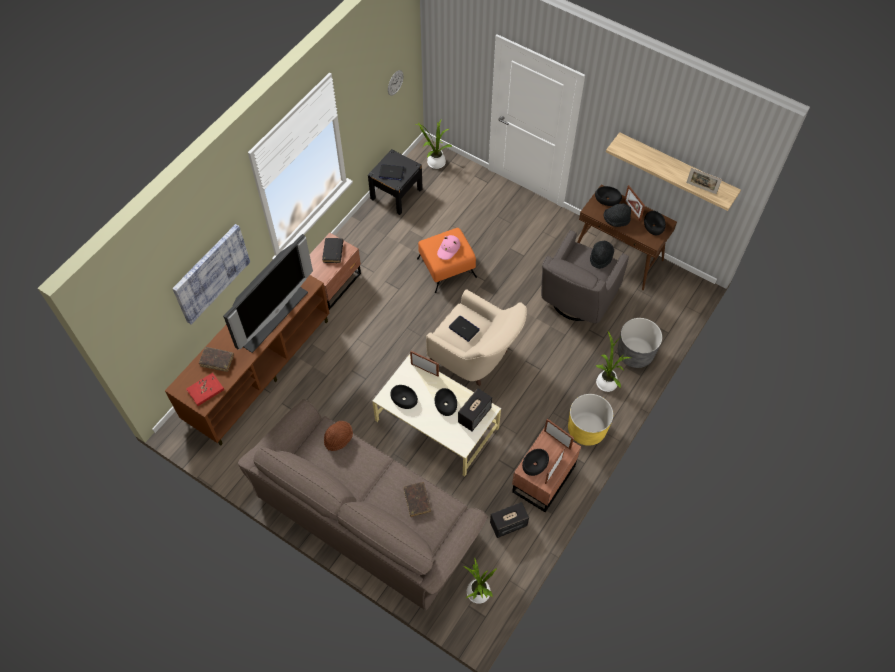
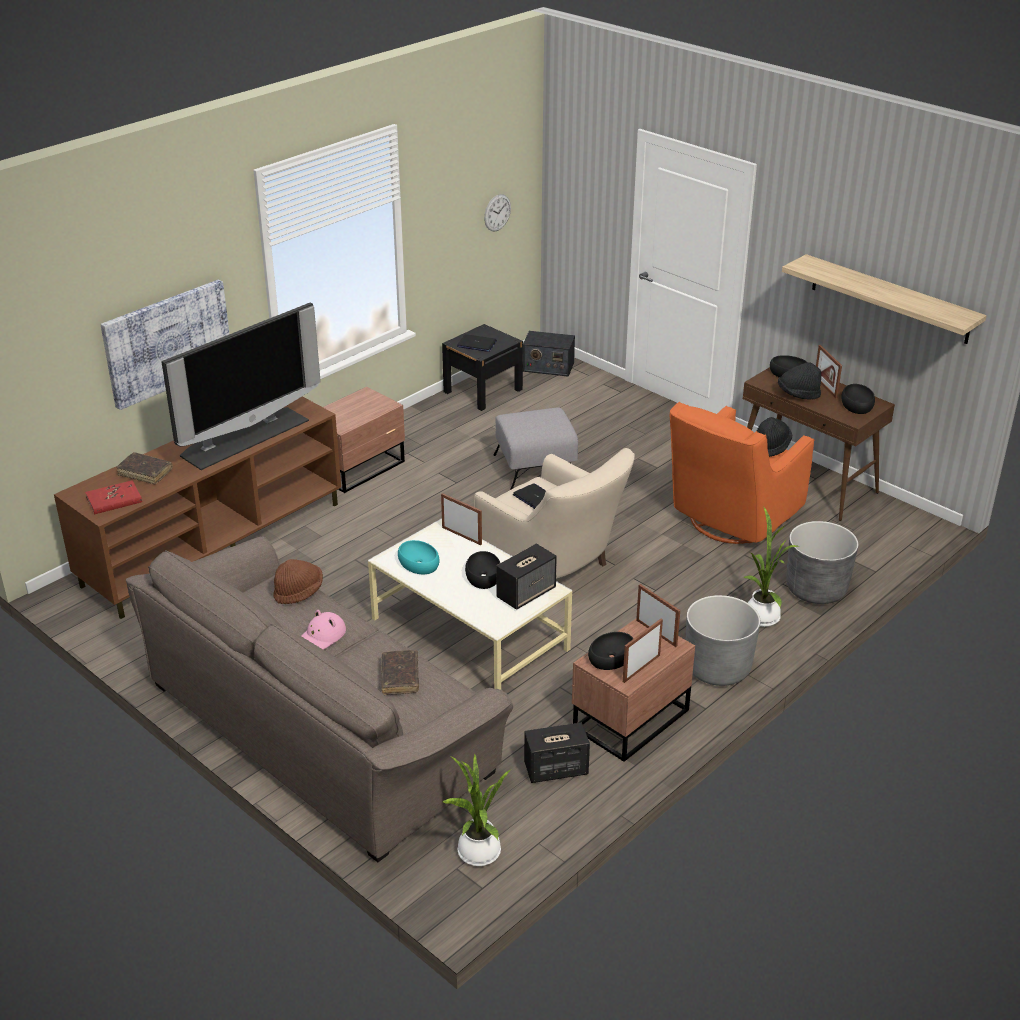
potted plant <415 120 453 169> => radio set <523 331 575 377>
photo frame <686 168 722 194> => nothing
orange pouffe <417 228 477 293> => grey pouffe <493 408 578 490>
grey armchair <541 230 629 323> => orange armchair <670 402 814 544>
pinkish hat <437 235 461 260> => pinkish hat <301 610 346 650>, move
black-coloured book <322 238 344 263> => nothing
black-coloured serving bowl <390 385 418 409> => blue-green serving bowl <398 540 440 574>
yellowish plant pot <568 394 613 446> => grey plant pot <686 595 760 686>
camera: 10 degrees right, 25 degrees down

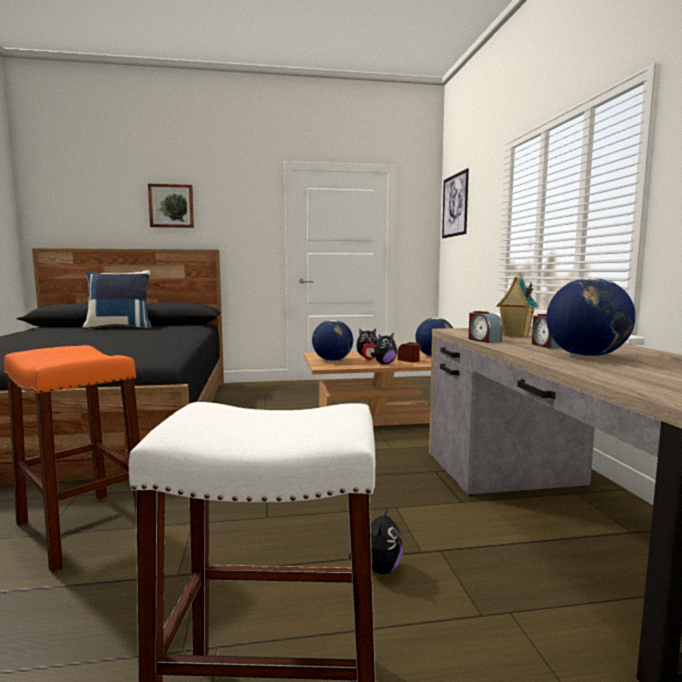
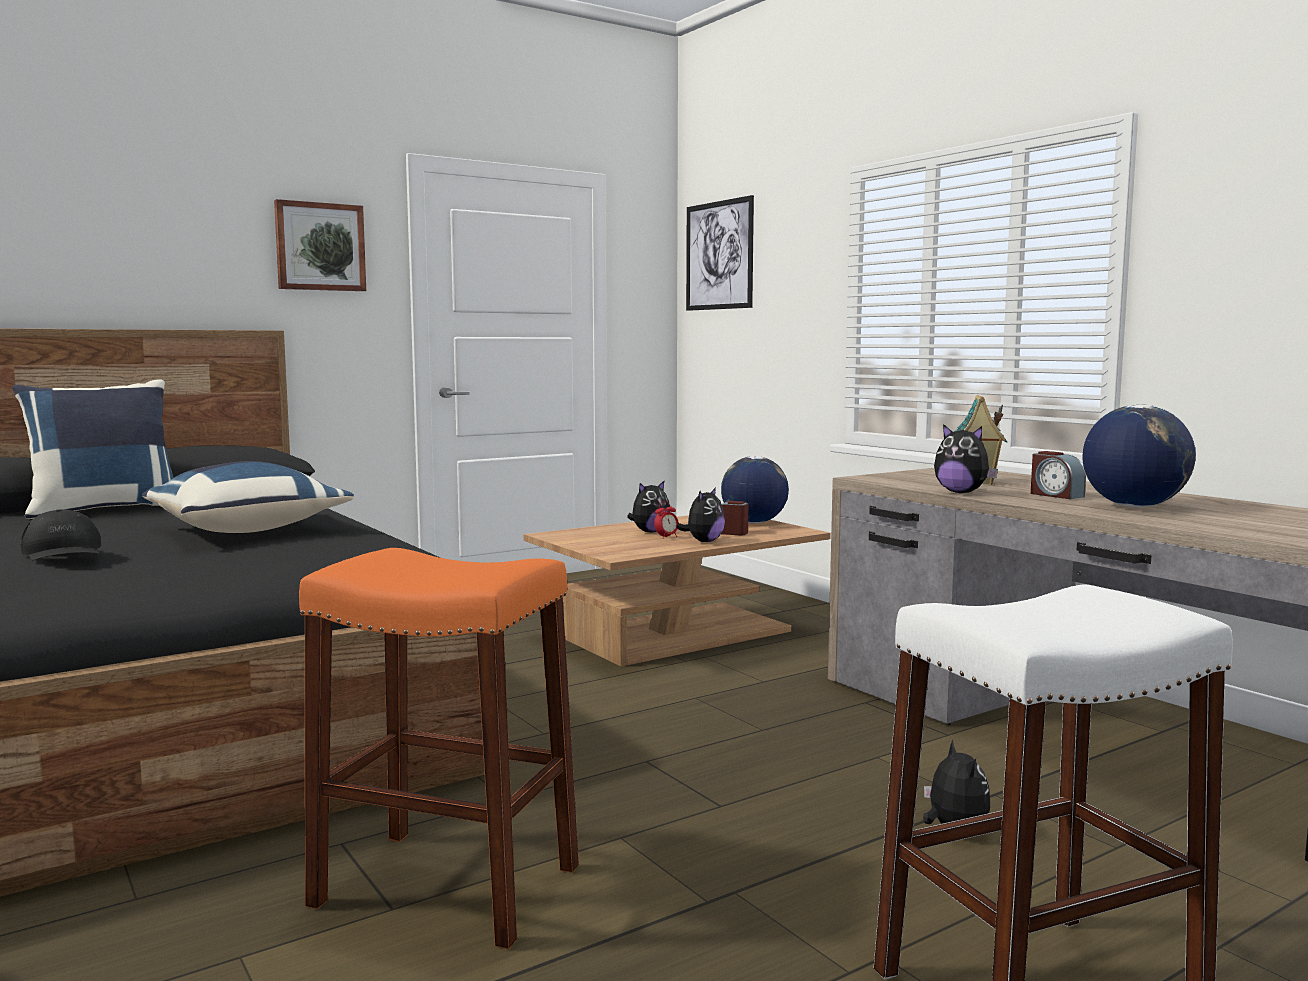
picture <148 184 194 228> => picture <274 199 366 291>, move
alarm clock <468 311 502 343> => plush toy <934 424 998 493>
world globe <312 320 353 361> => nothing
nothing => blue throw pillow <142 461 354 533>
nothing => black-coloured cap <20 509 101 560>
camera: 25 degrees left, 0 degrees up

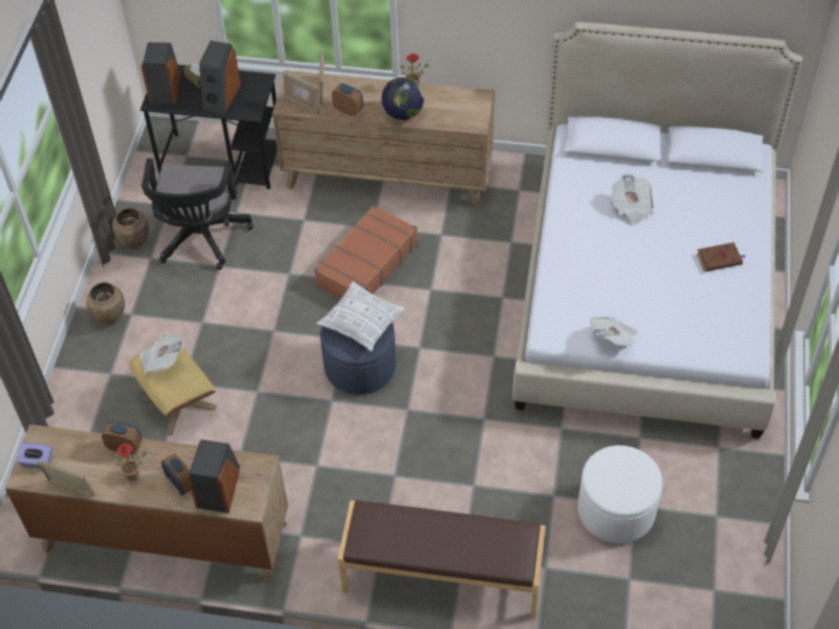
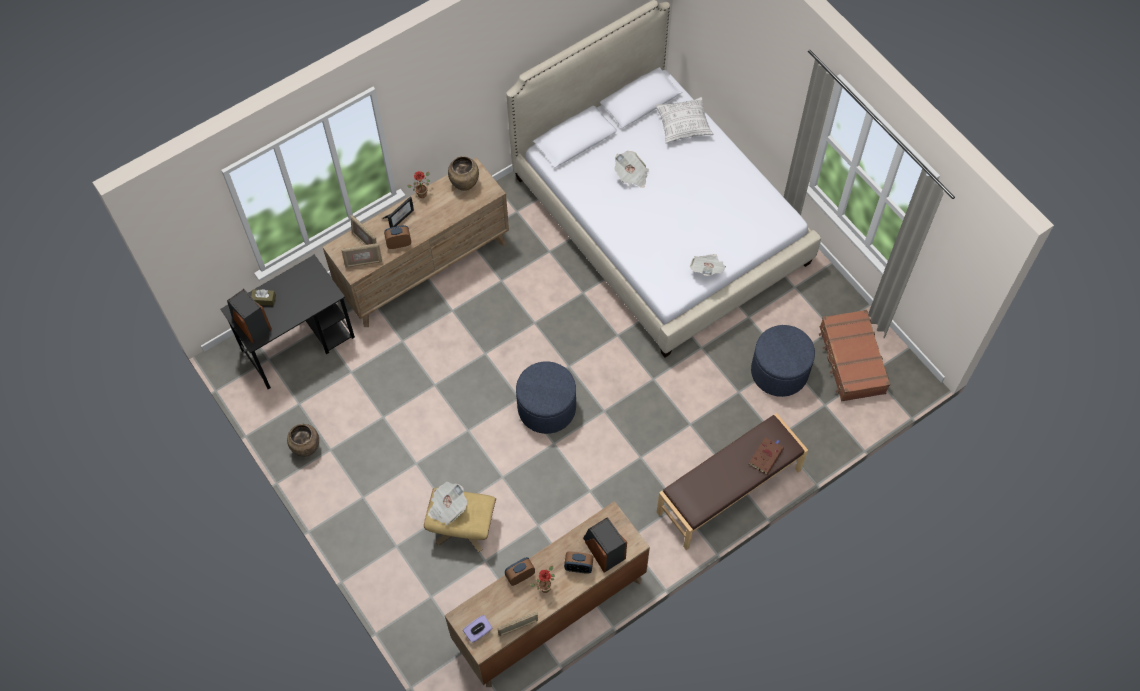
loudspeaker <199 41 241 114> => nothing
world globe <382 77 424 120> => nothing
black-coloured computer chair <141 158 253 270> => nothing
brown travel case <314 205 418 299> => brown travel case <819 309 890 401>, move
brown book <697 242 745 272> => brown book <749 437 784 475>, move
throw pillow <317 281 405 352> => throw pillow <655 97 714 144>, move
brown vase <86 282 125 325> => brown vase <448 156 479 191>, move
white-coloured pouffe <578 445 663 544> => blue pouffe <751 325 815 397>
nothing => photo frame <383 197 414 228>
camera: 45 degrees left, 10 degrees up

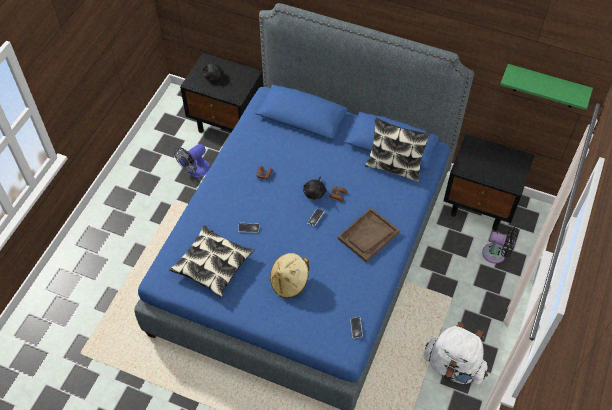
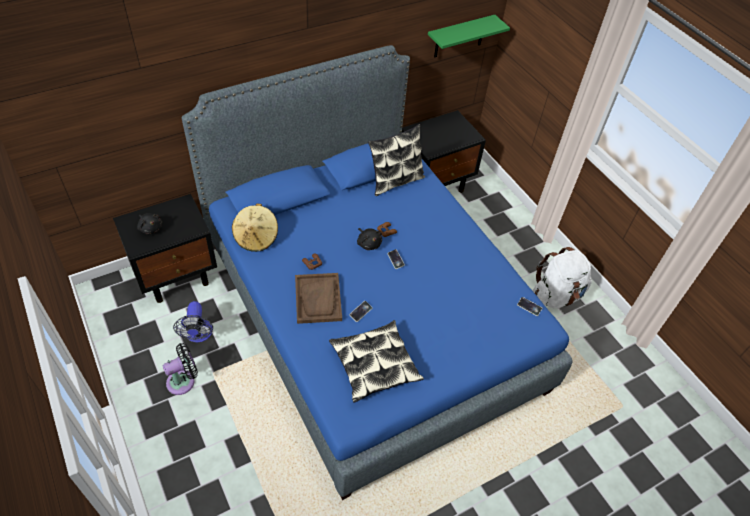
brown serving tray <338 208 400 262> => brown serving tray <295 273 342 324>, move
black-coloured fan <482 227 518 263> => black-coloured fan <163 343 198 395>, move
sand-coloured hat <270 253 309 298> => sand-coloured hat <232 203 278 252>, move
camera: 55 degrees left, 5 degrees down

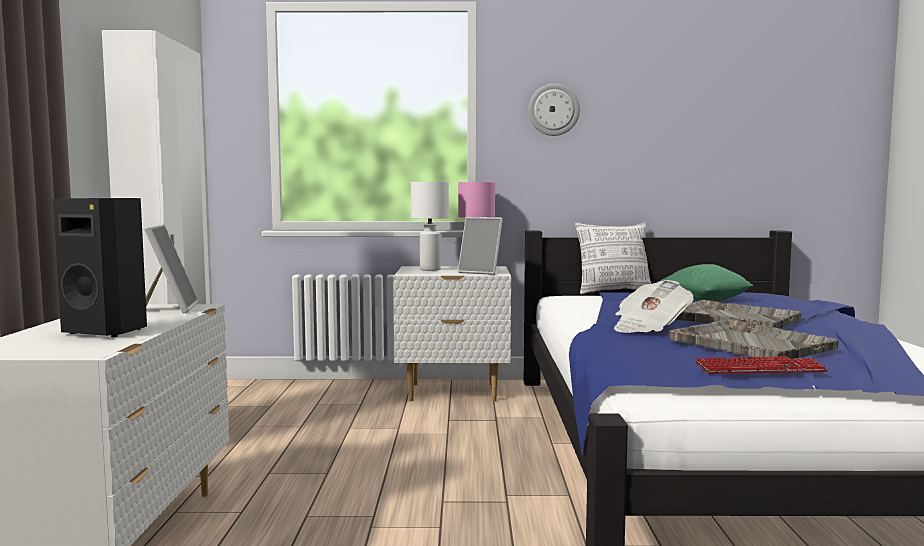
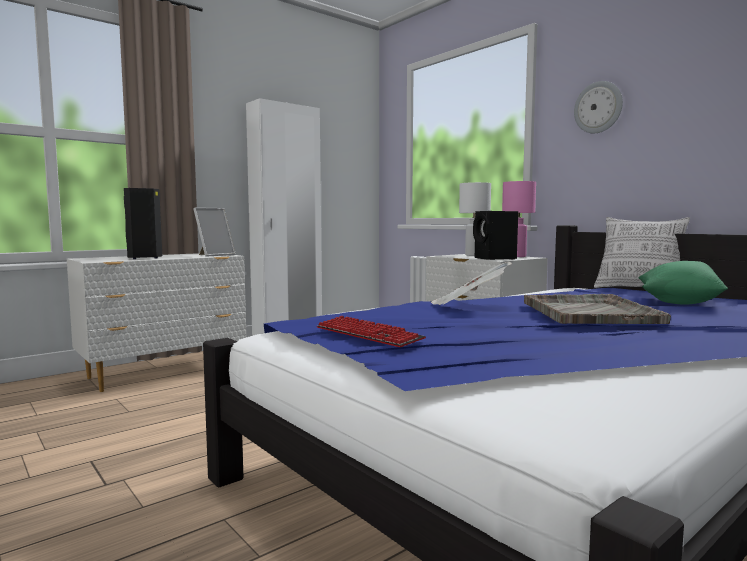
photo frame <458 217 503 275> => black-coloured loudspeaker <473 211 518 260>
grey serving tray <669 319 839 359> => nothing
camera: 50 degrees right, 0 degrees up

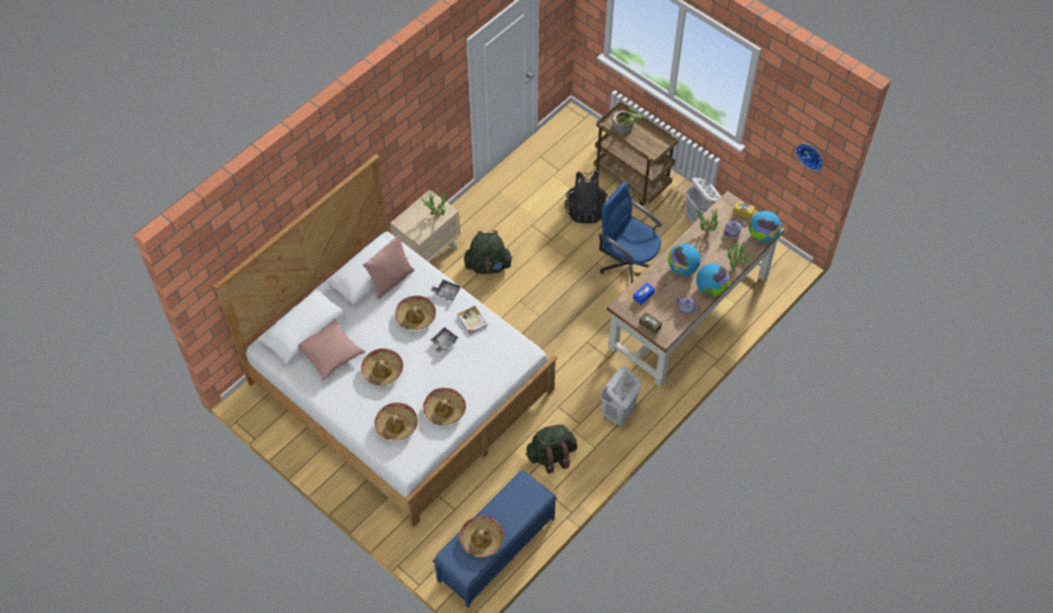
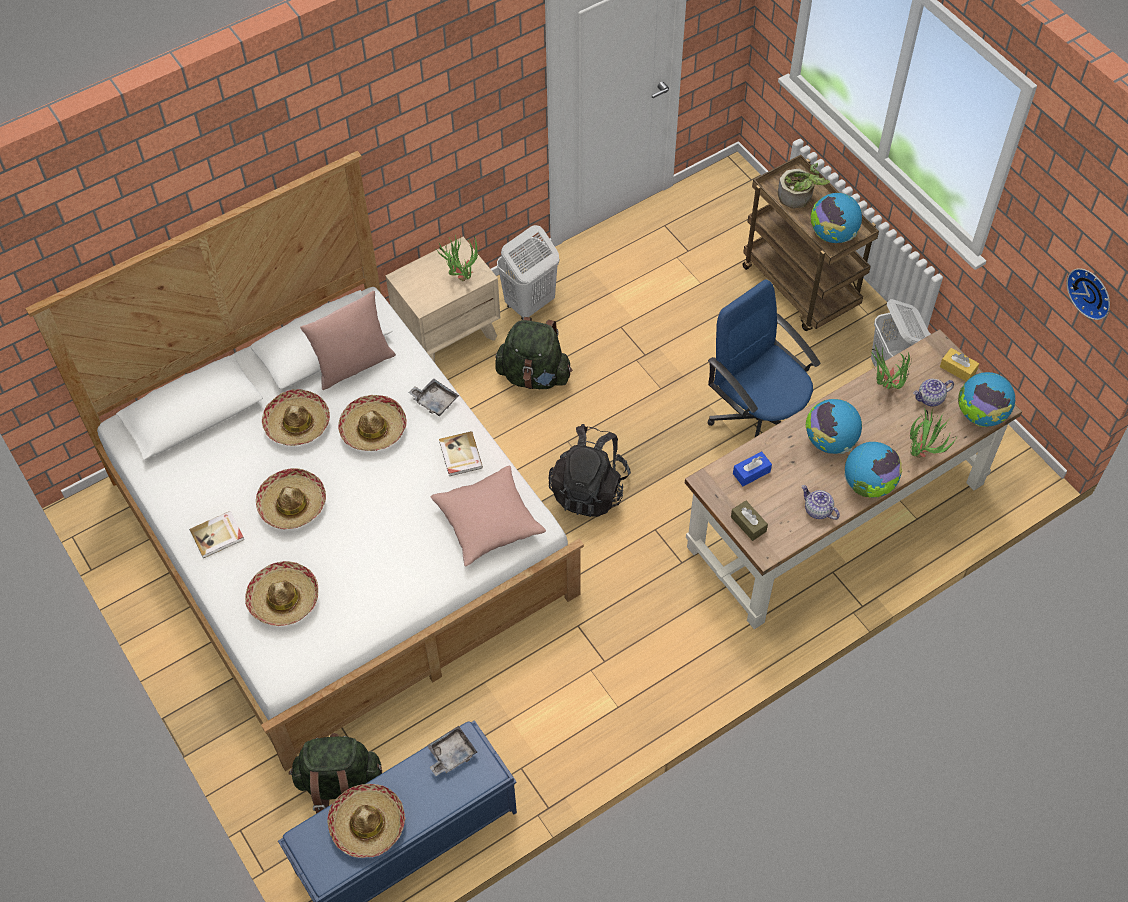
black-coloured backpack <565 172 608 224> => black-coloured backpack <549 424 631 517>, move
pinkish throw pillow <298 319 365 381> => pinkish throw pillow <430 466 546 566>, move
grey serving tray <431 327 459 354> => grey serving tray <427 726 477 776>, move
white-coloured washing basket <601 367 641 426> => white-coloured washing basket <497 225 559 320>, move
hat <423 388 466 425> => hat <262 389 330 446>, move
green-coloured backpack <526 424 577 474> => green-coloured backpack <289 733 382 814>, move
nothing => world globe <811 193 862 243>
nothing => book <189 511 244 558>
camera: 15 degrees right, 0 degrees up

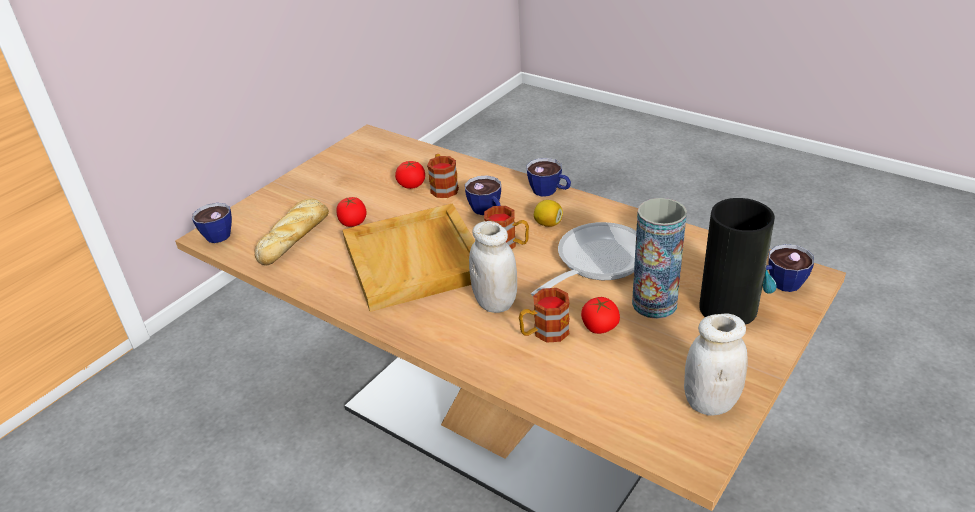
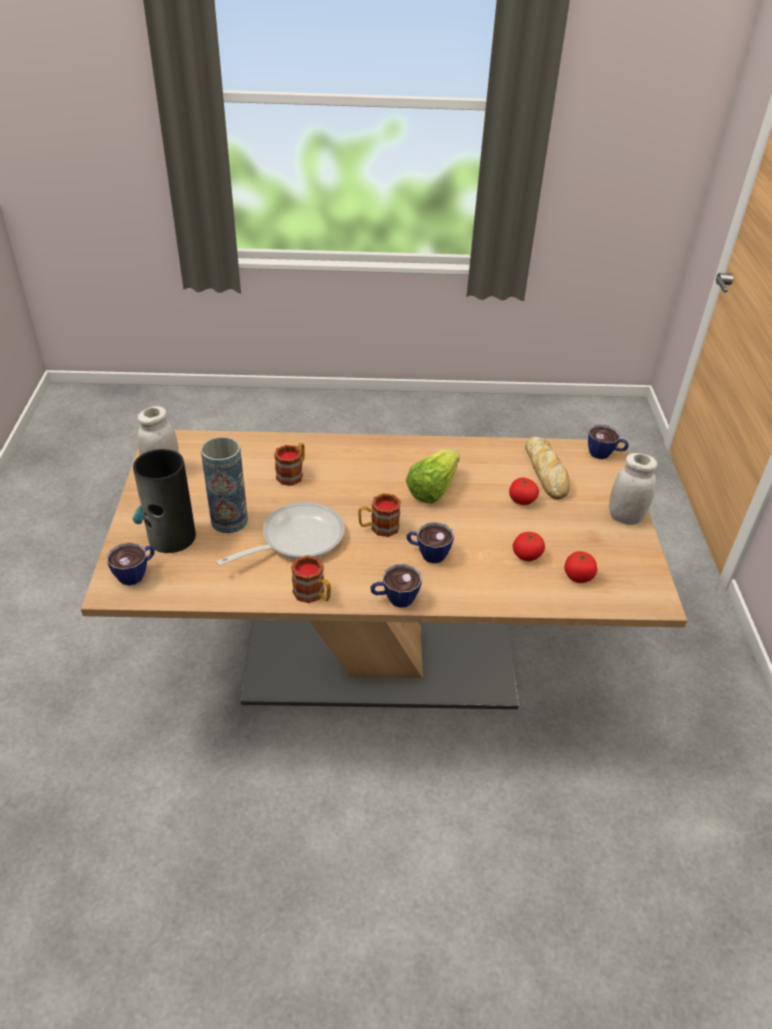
mug <427 154 459 198> => mug <291 555 331 603>, move
citrus fruit <534 200 563 227> => nothing
sand-coloured serving tray <342 203 475 312> => lettuce head <406 449 460 504>
white-coloured jar <469 221 517 313> => white-coloured jar <609 453 658 525>, move
frying pan <531 222 636 296> => frying pan <216 502 345 566>, 135 degrees counterclockwise
whole tomato <581 297 620 334> => whole tomato <564 551 597 583>, move
camera: 140 degrees right, 5 degrees up

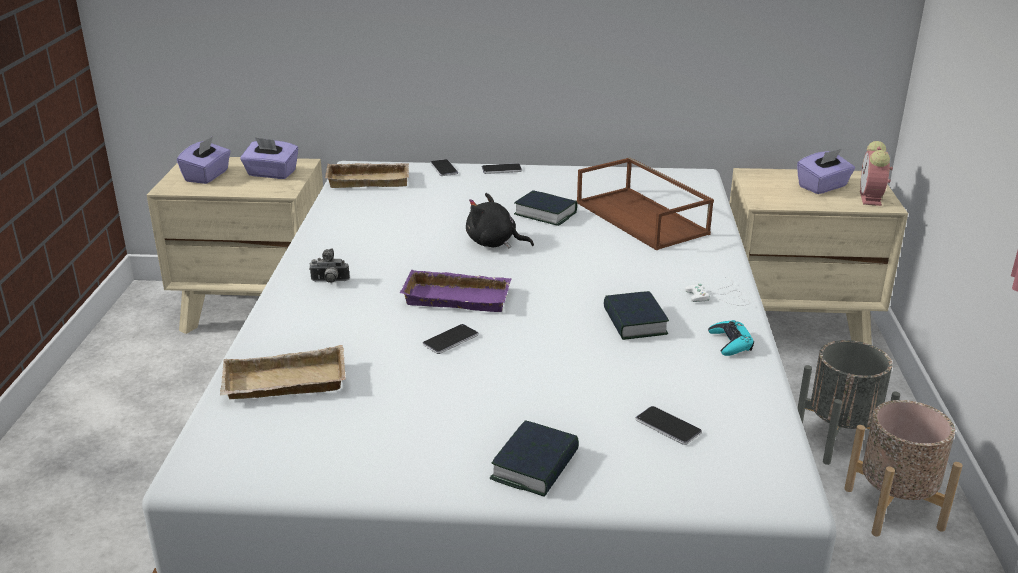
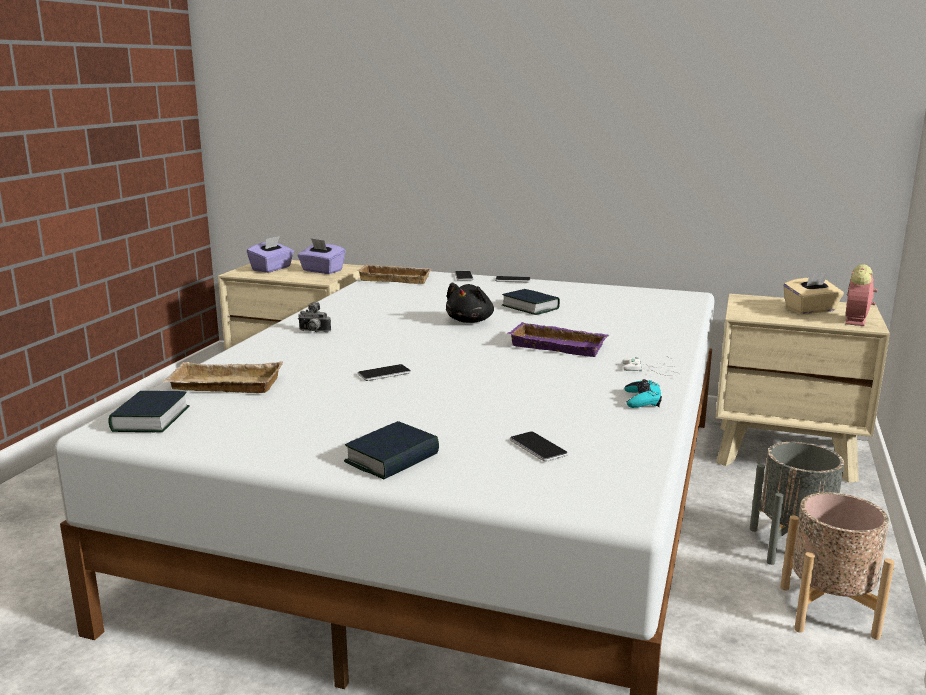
purplish box of tissues <797 149 855 194> => sand-coloured box of tissues <783 273 844 314>
brown serving tray <577 157 714 250> => nothing
black-coloured plush toy <466 193 534 248> => black-coloured plush toy <446 283 494 323>, 105 degrees counterclockwise
purplish serving tray <400 270 511 312> => purplish serving tray <507 322 609 357>, move
book <604 291 669 340> => book <108 391 190 432>, move
camera: 15 degrees right, 10 degrees down

